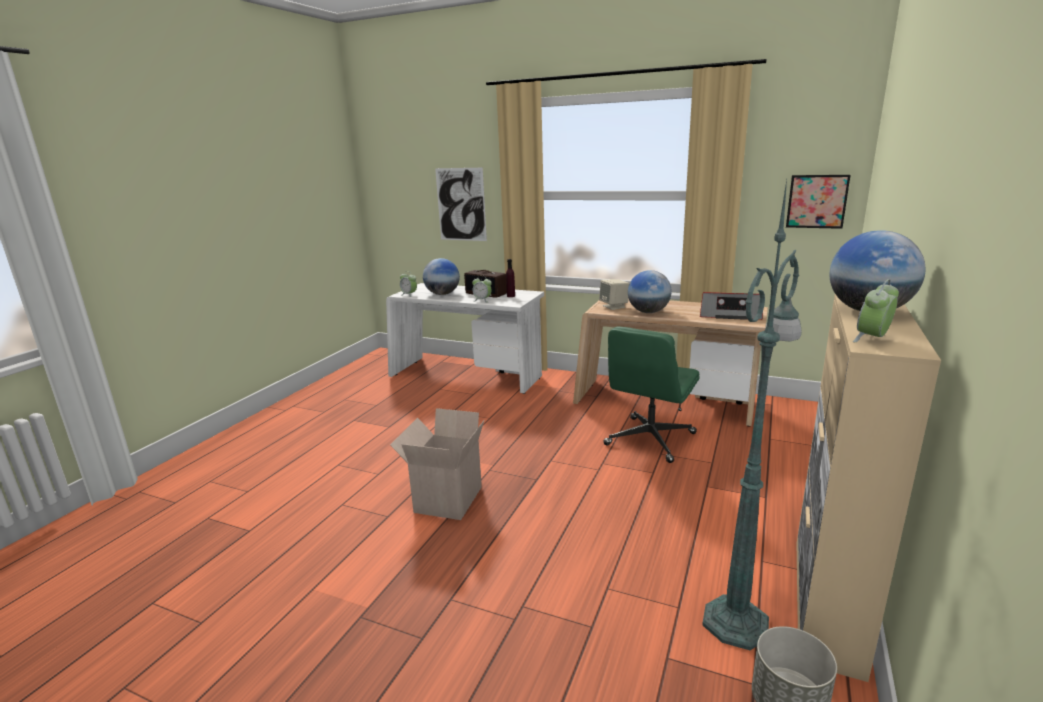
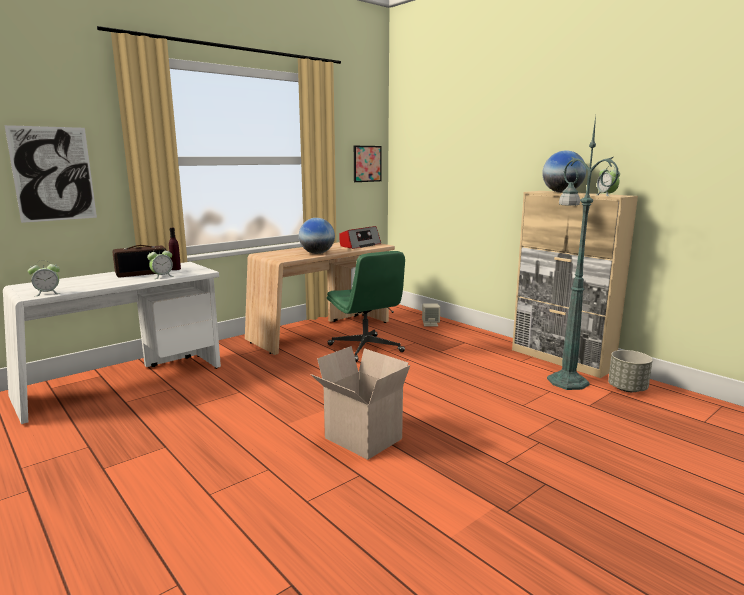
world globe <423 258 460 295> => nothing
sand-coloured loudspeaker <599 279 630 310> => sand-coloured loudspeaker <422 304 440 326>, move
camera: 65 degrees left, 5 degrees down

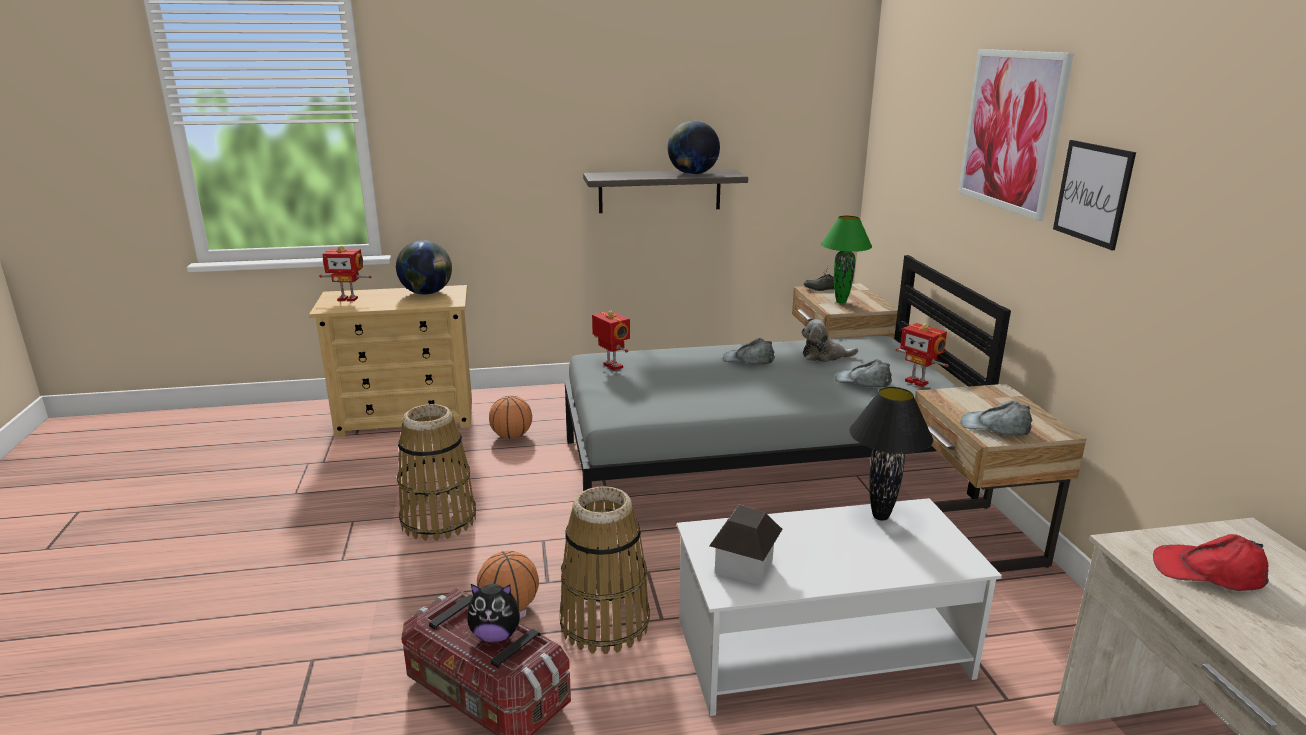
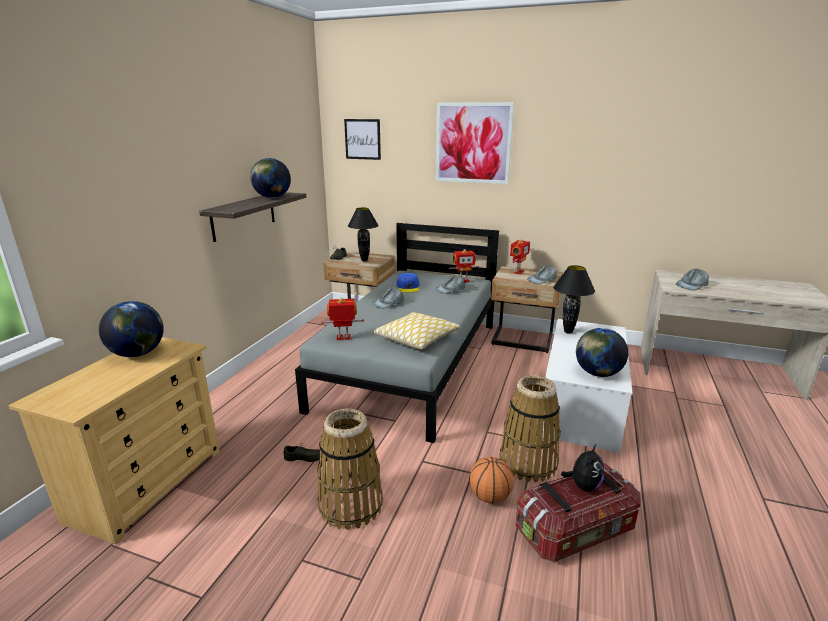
picture <1053 140 1136 250> => picture <344 119 381 160>, move
green-coloured table lamp <821 216 872 303> => black-coloured table lamp <348 208 379 261>
model robot <319 246 372 301> => model robot <510 239 530 274>, move
plush toy <801 319 858 362> => blue cap <397 273 419 293>
basketball <489 396 532 439> => nothing
miniature house <709 505 782 585> => world globe <576 328 628 377>
red-coloured cap <1153 534 1269 591> => grey cap <676 269 709 291>
nothing => throw pillow <373 312 461 350>
nothing => grey shoe <283 443 322 462>
camera: 60 degrees left, 0 degrees up

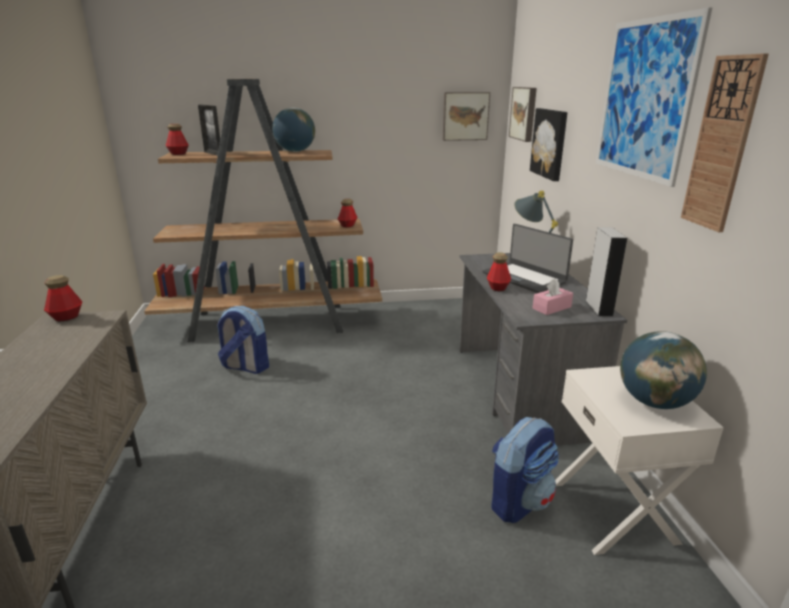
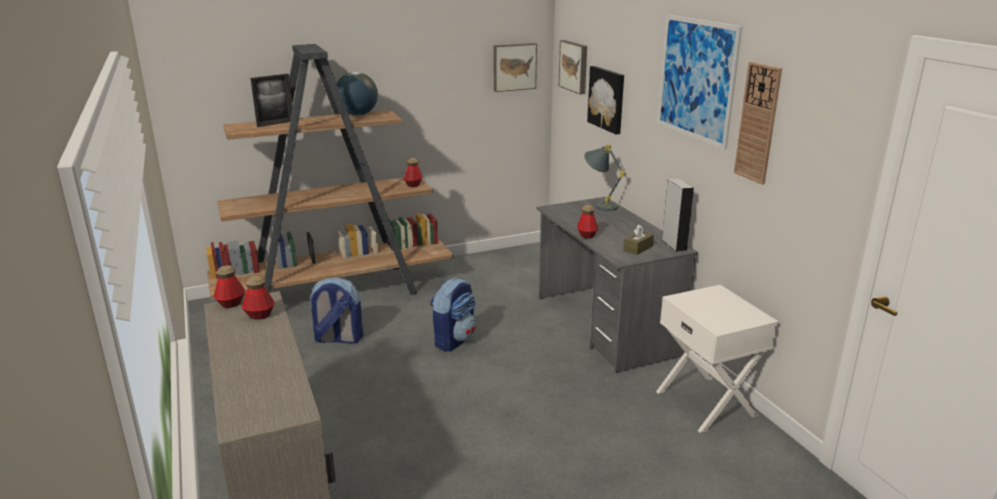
photo frame <198 105 220 156> => photo frame <250 74 293 127>, 75 degrees counterclockwise
bottle <166 124 189 155> => bottle <242 276 274 320>, move
portable computer <482 224 573 293> => nothing
pinkish box of tissues <532 279 573 315> => brown box of tissues <623 224 654 255>
world globe <620 331 707 409> => nothing
backpack <491 417 559 523> => backpack <430 278 476 351>, move
camera: 15 degrees left, 0 degrees up

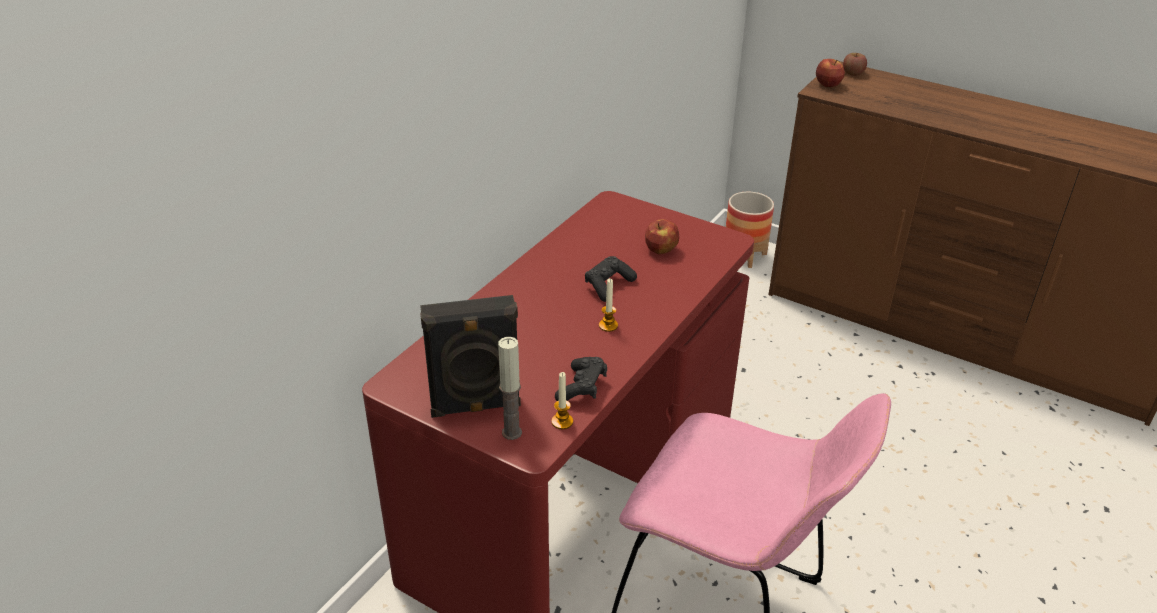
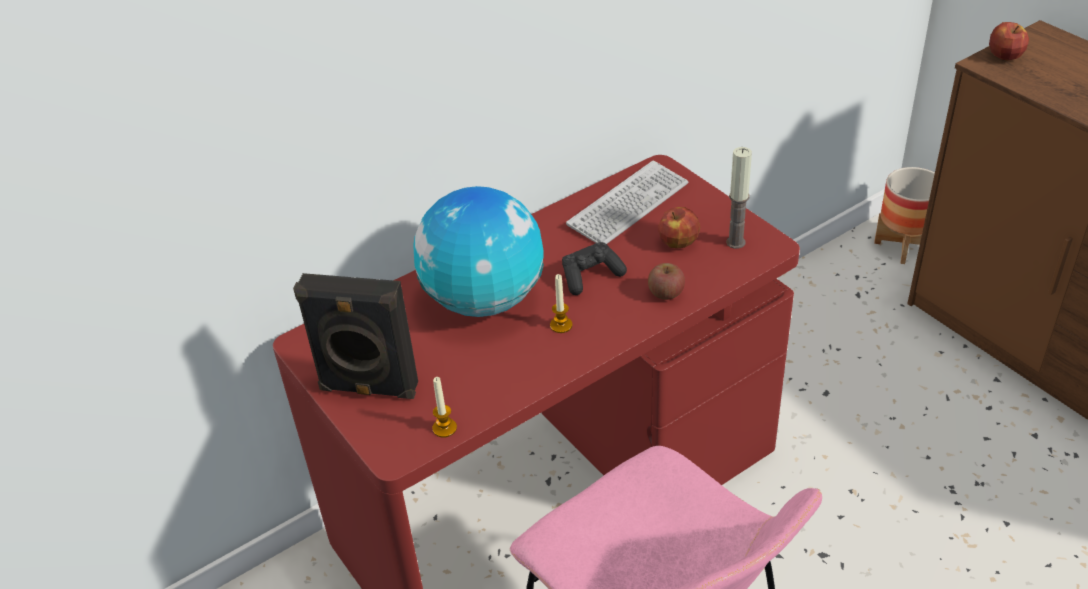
apple <843 53 867 76> => apple <648 263 685 300>, move
candle <498 337 522 440> => candle <726 147 752 249>, move
black-coloured gamepad <555 357 607 401> => nothing
nothing => PC keyboard <566 161 689 244>
nothing => world globe <413 186 544 317>
camera: 25 degrees right, 5 degrees up

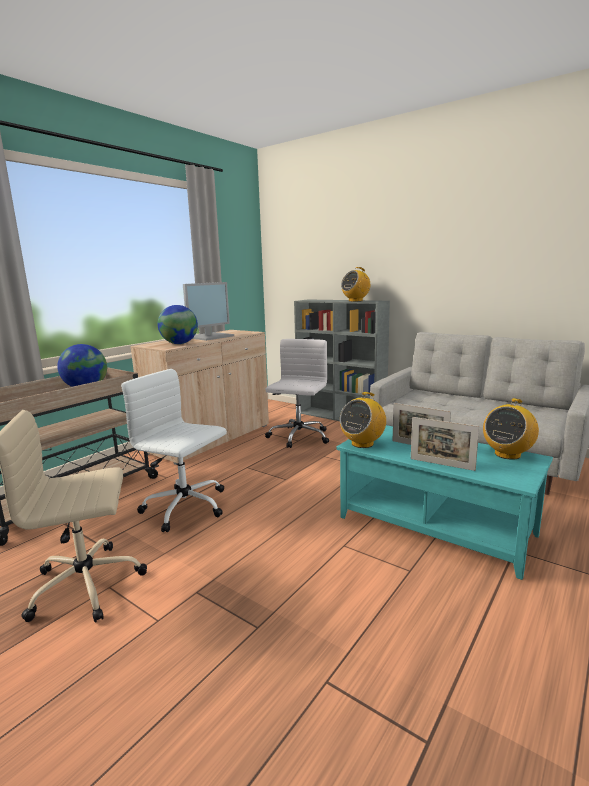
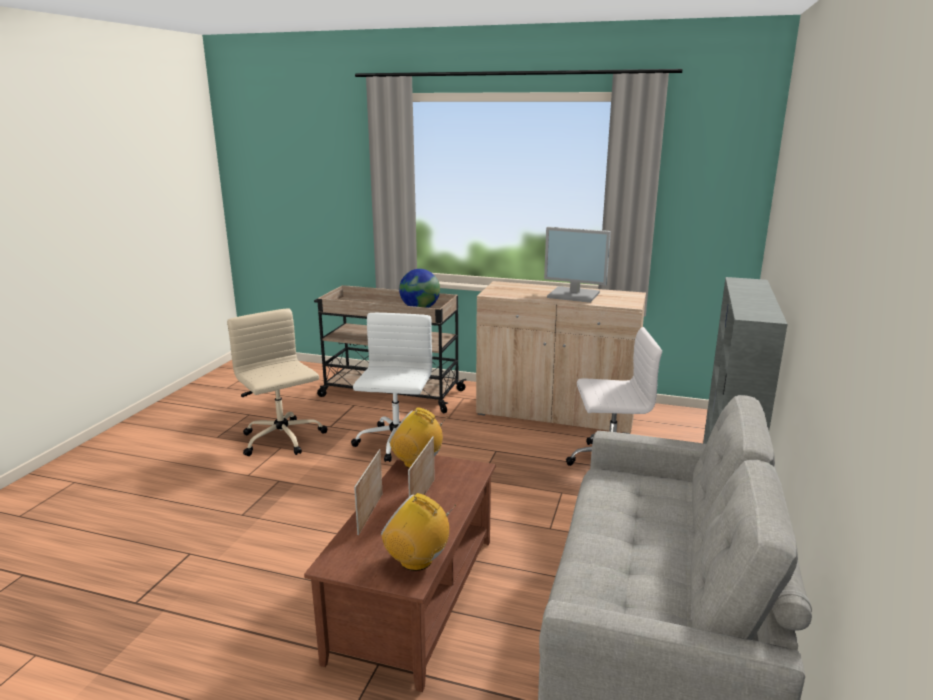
radio set <341 267 370 302> => nothing
world globe <158 305 198 344> => nothing
blue-green lounge table <336 425 553 580> => brown lounge table <304 455 495 692>
camera: 70 degrees right, 5 degrees up

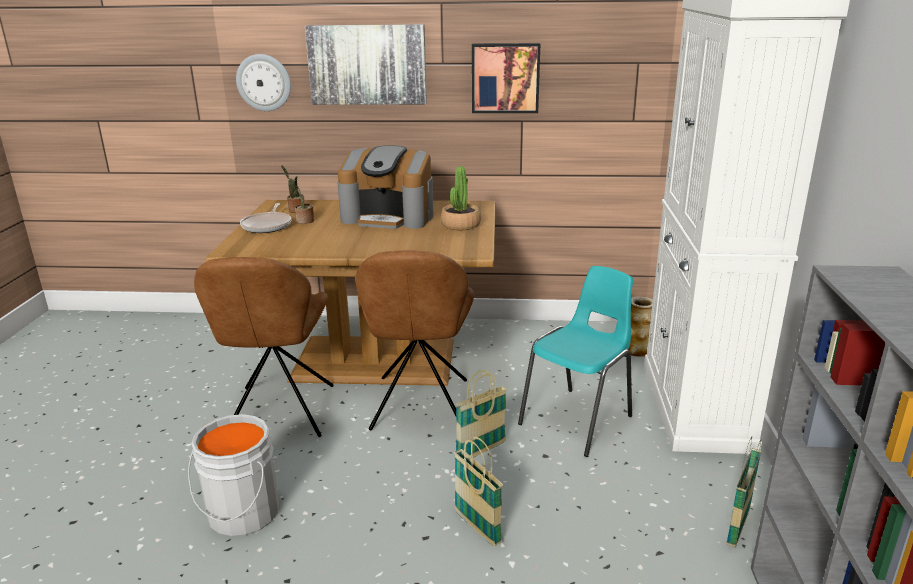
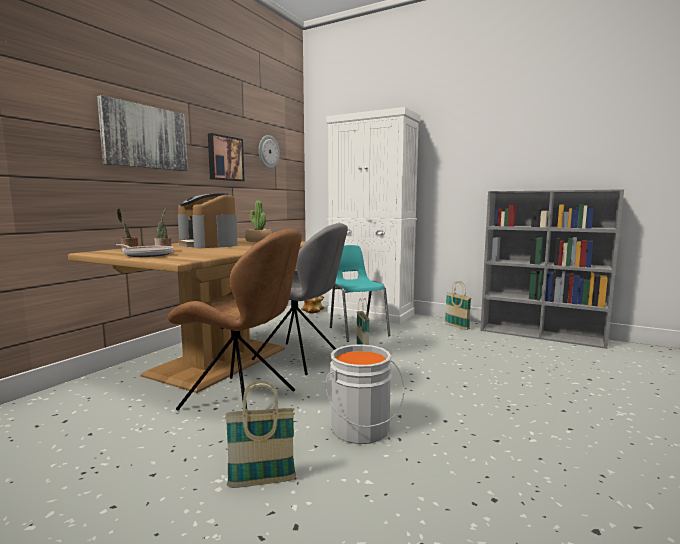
wall clock <236 54 291 111> => wall clock <259 135 280 169>, move
coffee machine <337 145 434 229> => coffee machine <178 193 237 248>, 105 degrees clockwise
brown chair <355 250 474 430> => grey chair <252 223 348 375>
basket <454 437 503 546> => basket <225 381 296 488>, move
camera: 65 degrees left, 15 degrees down

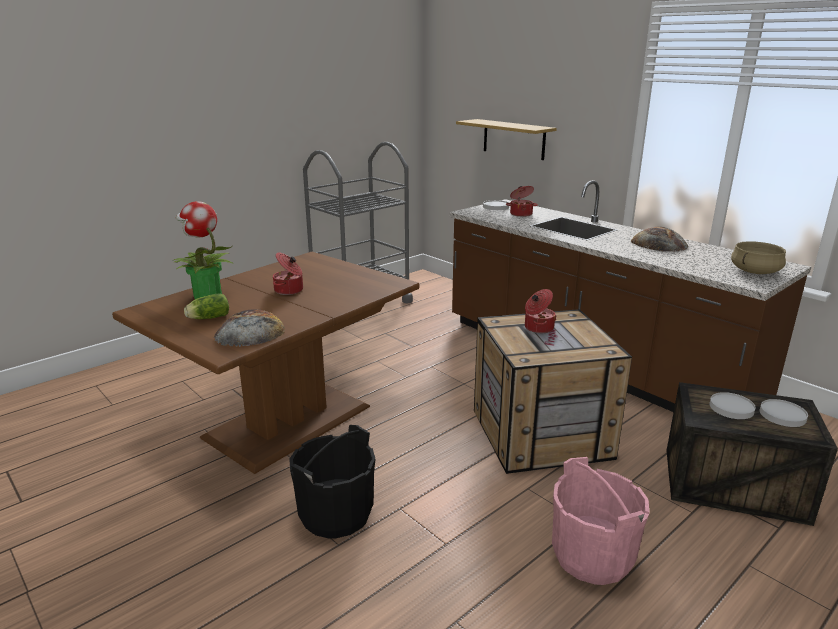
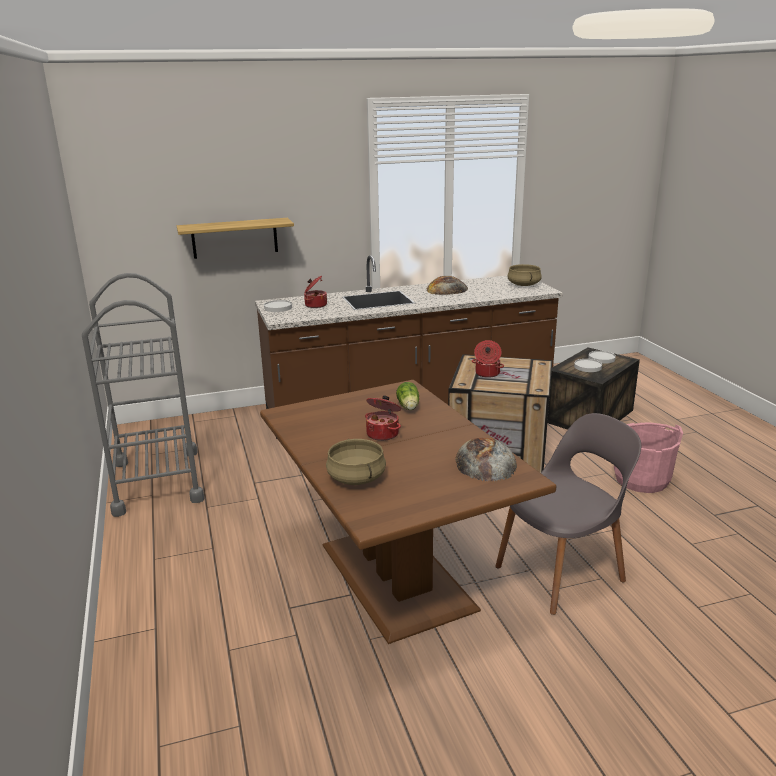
potted plant <173 201 233 299> => sand-coloured stockpot <326 439 386 485>
lettuce head <184 294 229 319> => lettuce head <396 382 419 410>, move
black-coloured water bucket <289 425 375 538> => grey chair <495 413 641 615>
camera: 65 degrees left, 0 degrees up

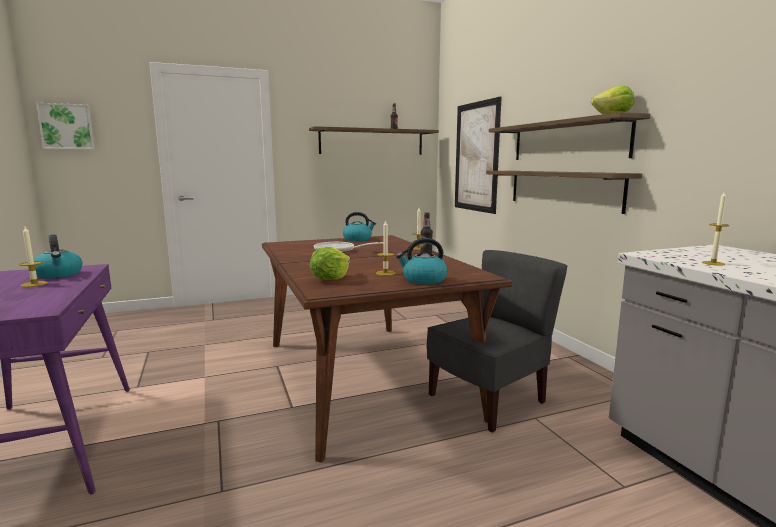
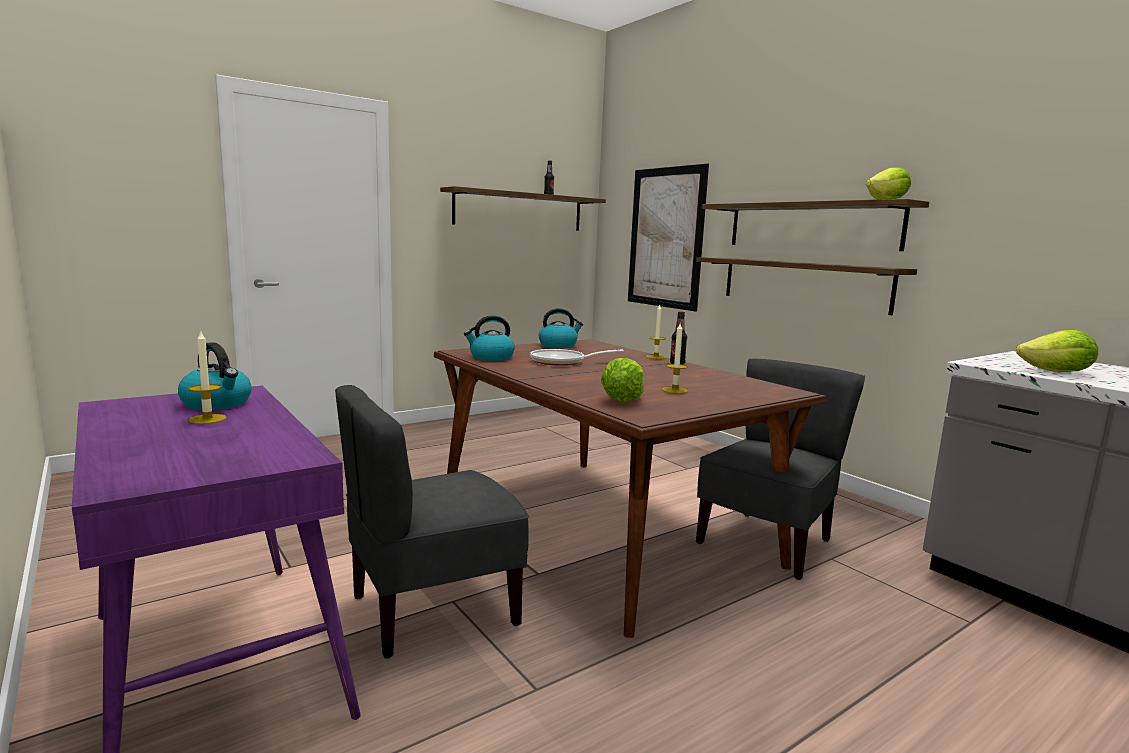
picture <36 103 95 149> => nothing
candle <702 192 729 266> => lettuce head <1016 330 1098 372>
tea kettle <396 238 448 284> => tea kettle <464 315 515 361>, move
nothing => grey chair <335 385 529 659>
camera: 15 degrees left, 0 degrees up

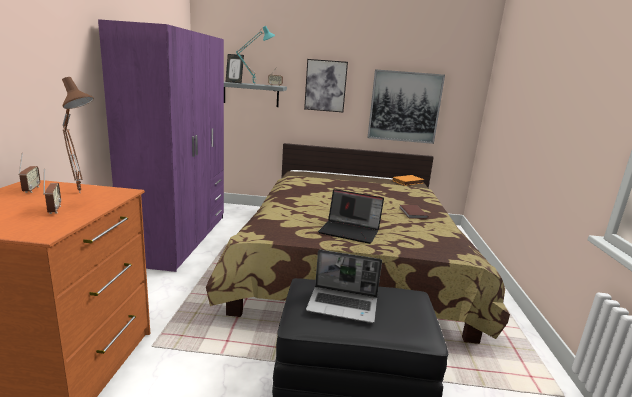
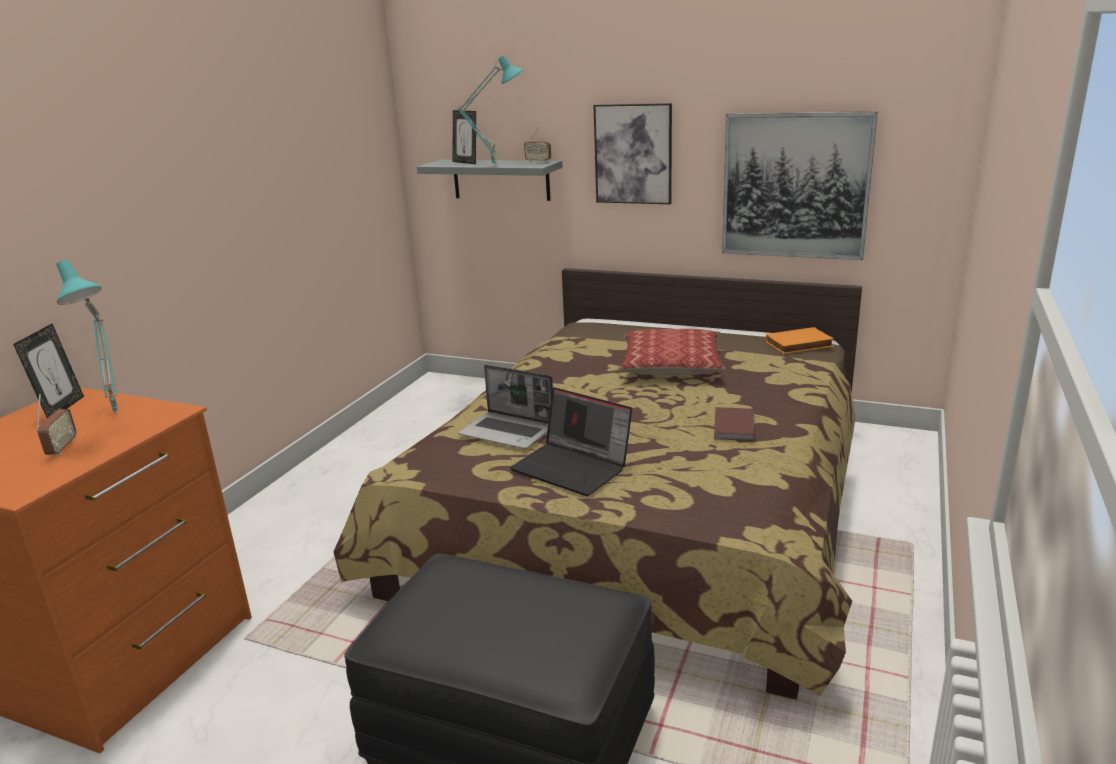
purplish clothes cupboard <98 19 224 272> => nothing
brown table lamp <62 77 94 192> => blue-green table lamp <56 260 117 415>
radio set <18 153 41 193> => photo frame <13 323 84 419>
portable computer <306 250 382 323> => portable computer <458 365 553 449>, move
nothing => throw pillow <618 329 725 375>
camera: 20 degrees right, 5 degrees up

